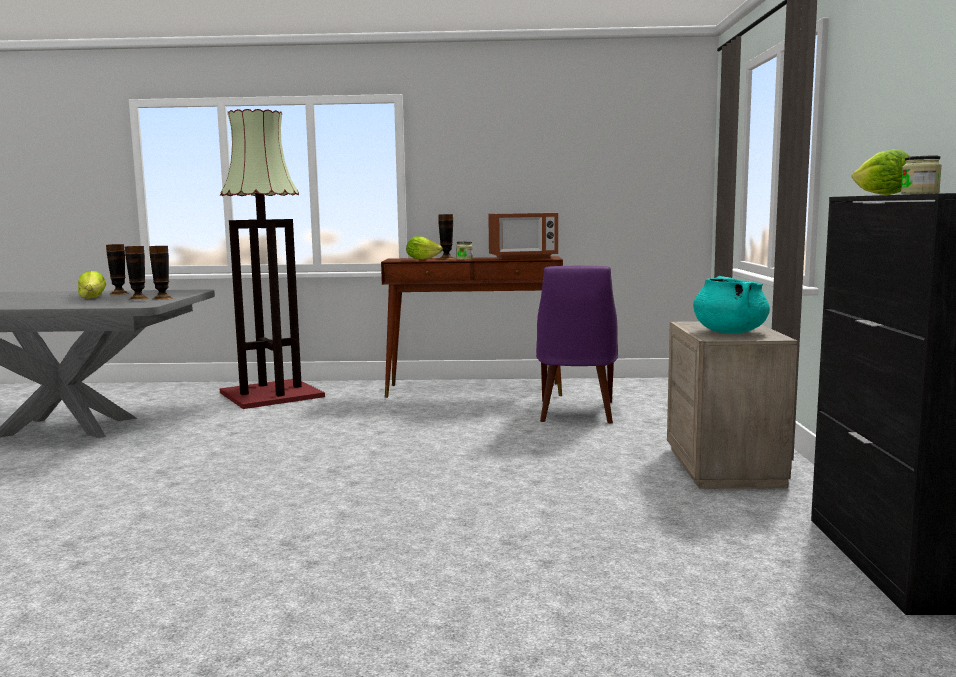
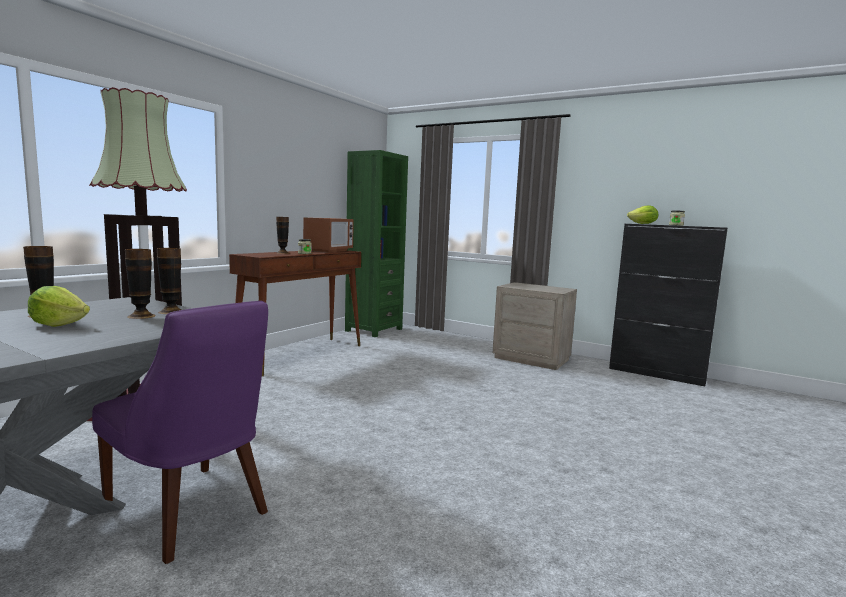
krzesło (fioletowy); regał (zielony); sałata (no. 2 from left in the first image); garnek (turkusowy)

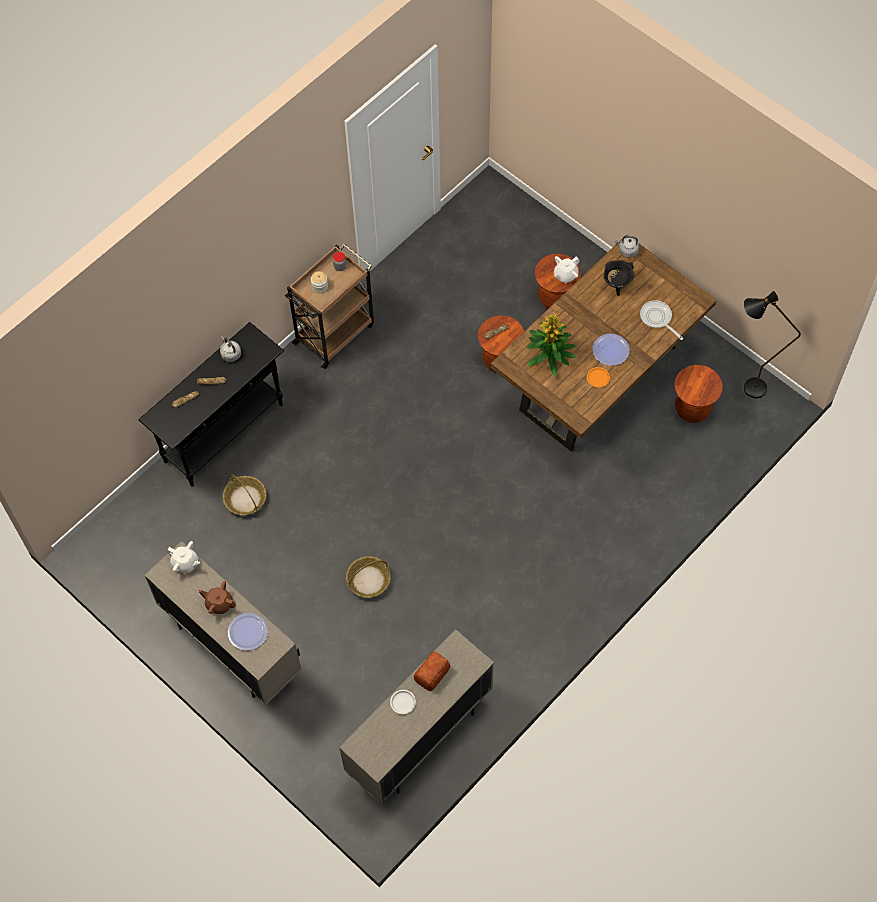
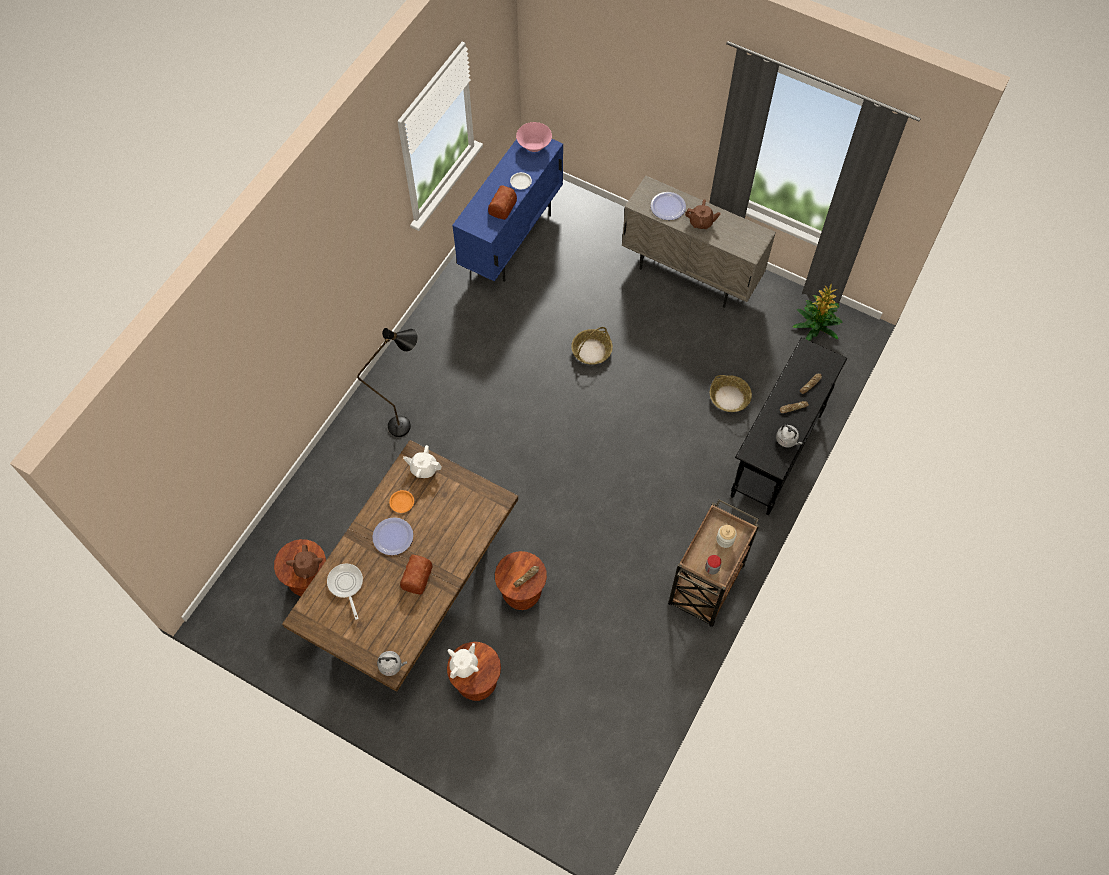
imbryk (brązowy) (no. 1 from left); patelnia; lampa stojąca (czarny); chleb (no. 1 from left); imbryk (biały) (no. 1 from left); szafka (niebieski); miska (różowy); roślina doniczkowa; garnek (czarny)

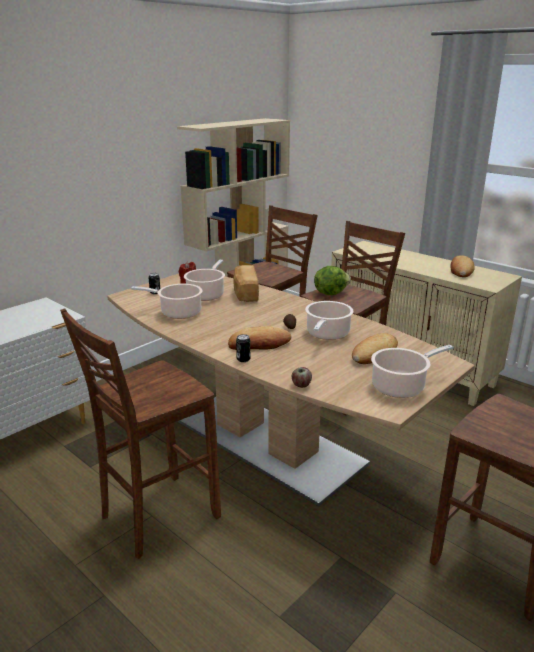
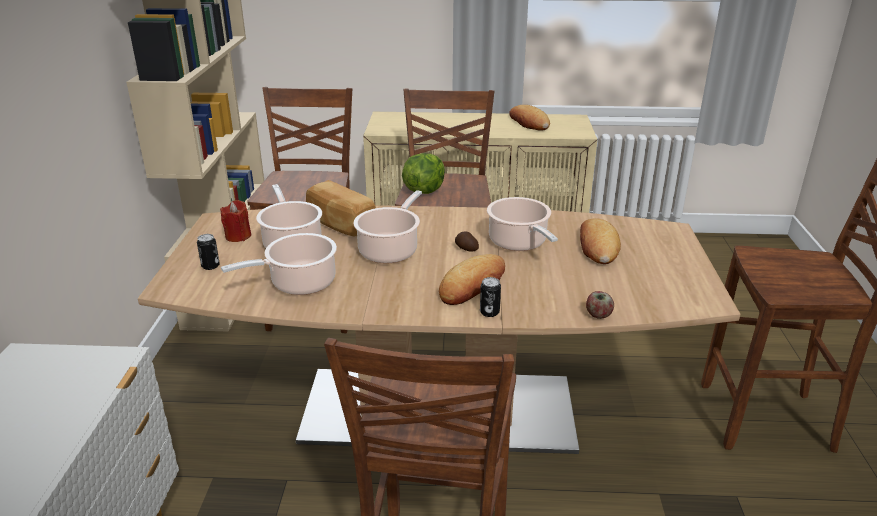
garnek (no. 3 from left)

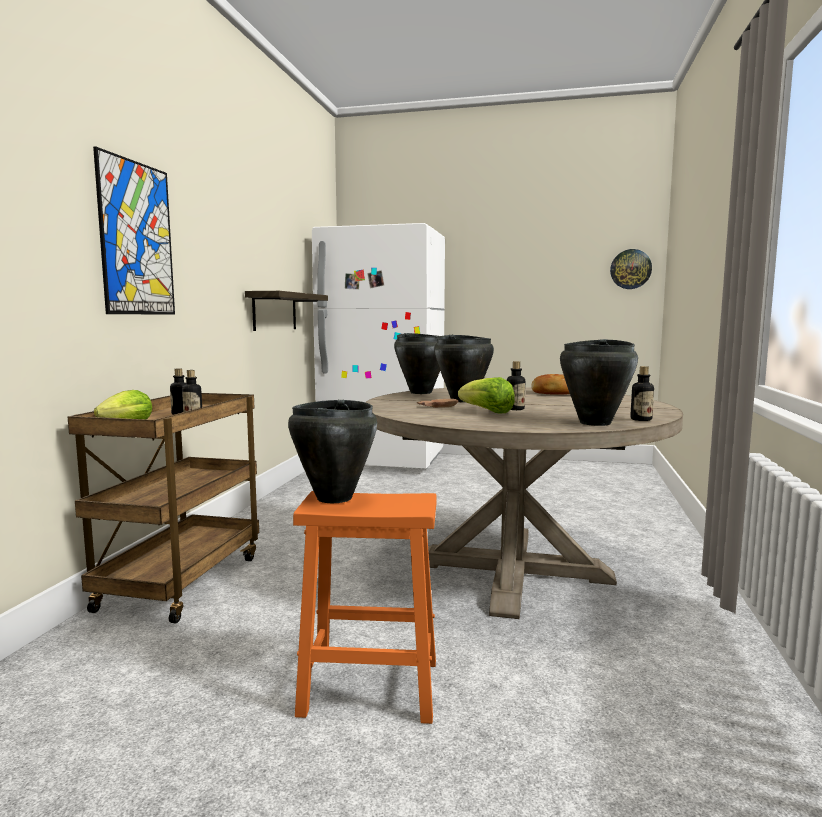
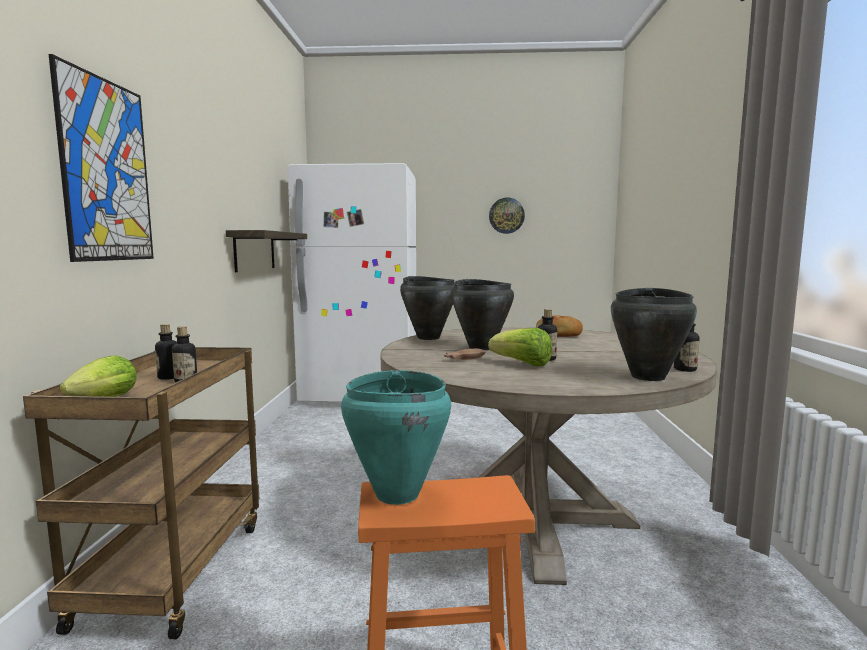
garnek (turkusowy); zegar ścienny

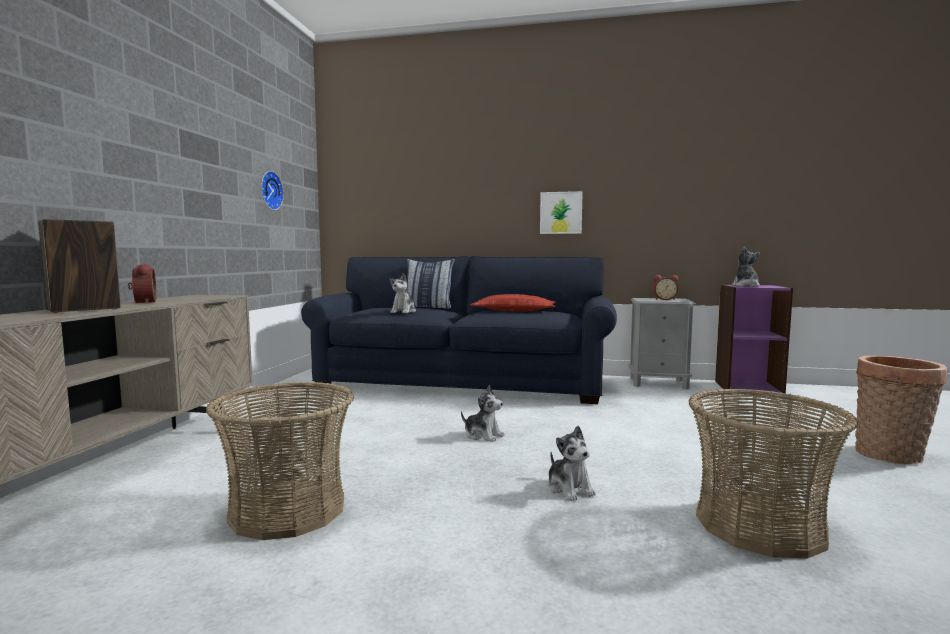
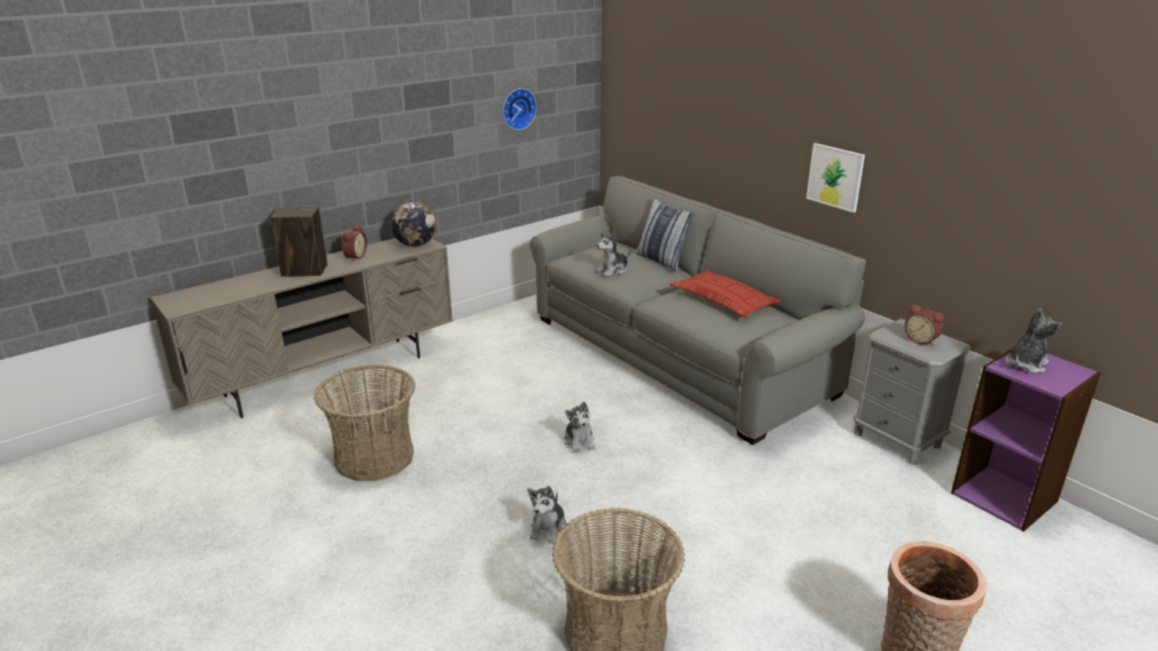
globus; kanapa (szary)

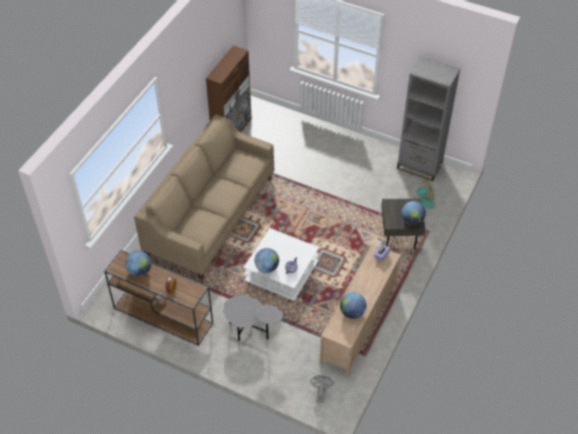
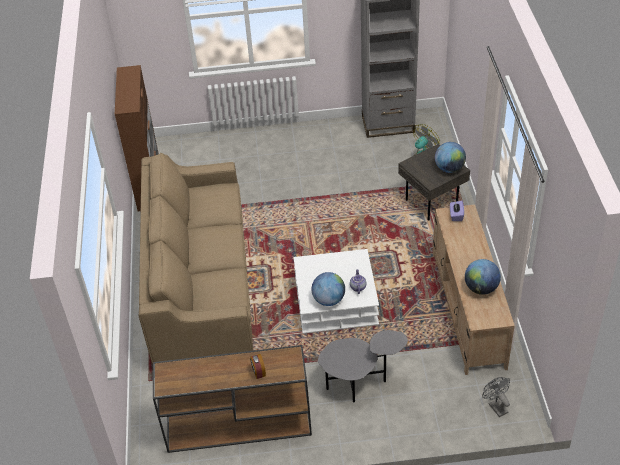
globus (no. 1 from left in the first image)

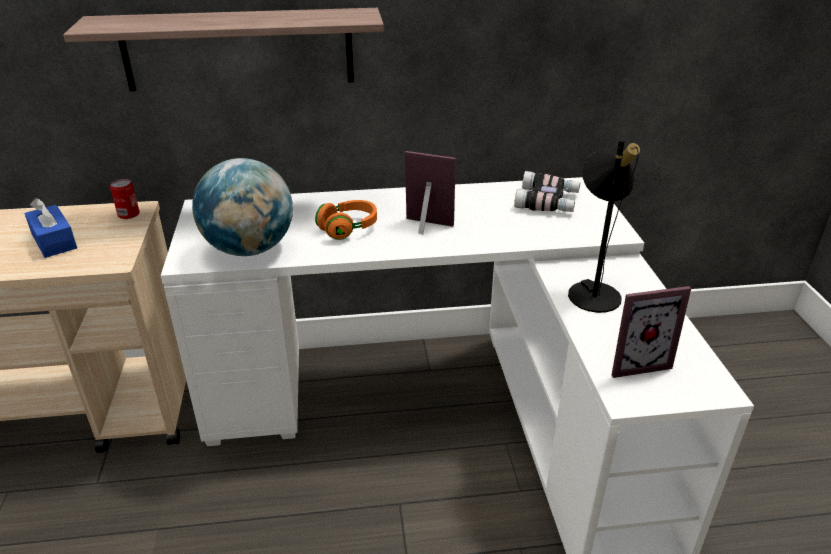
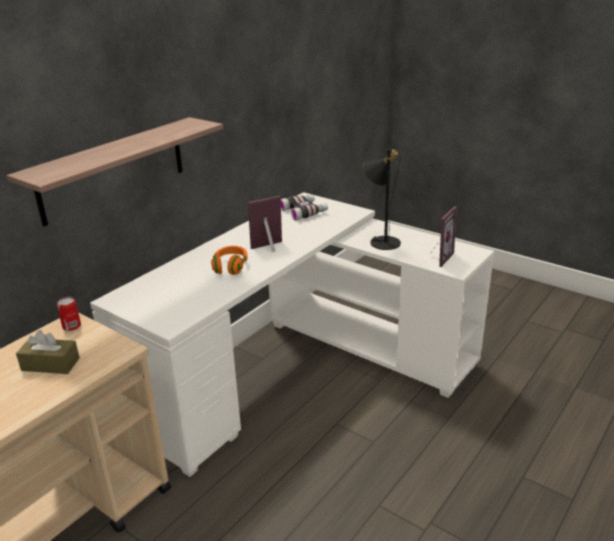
pudełko chusteczek (brązowy); globus

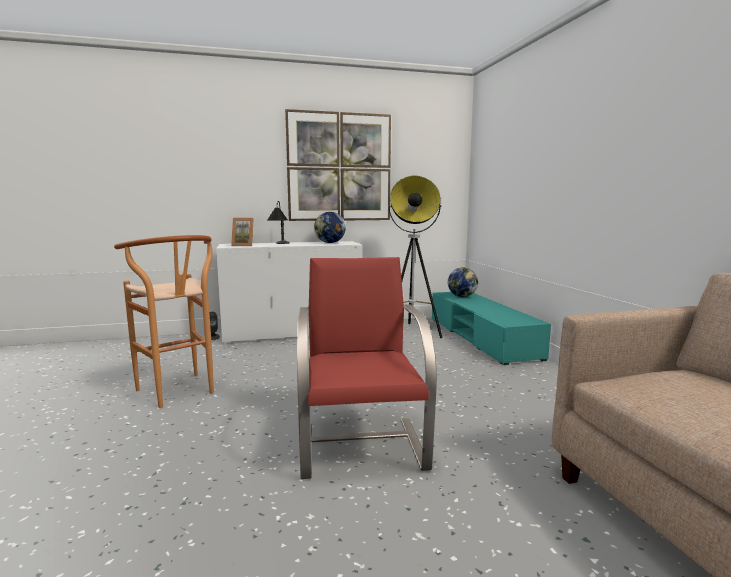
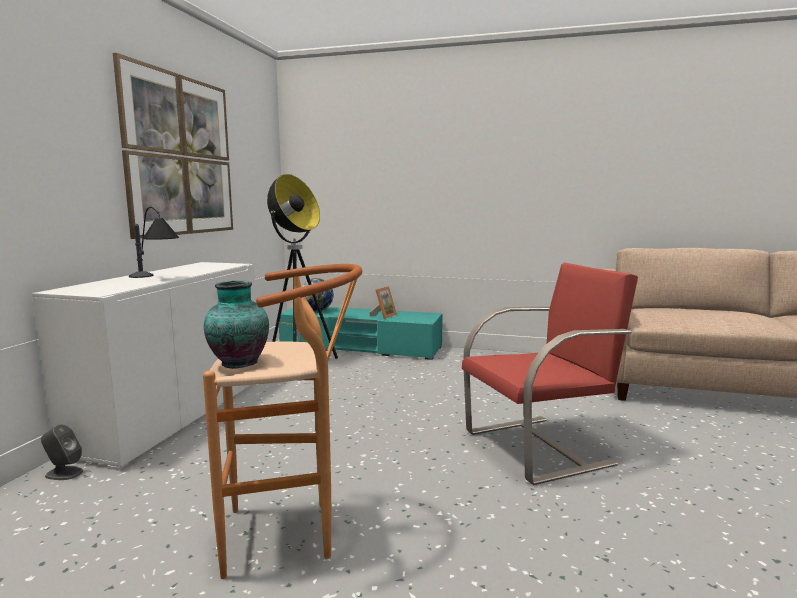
wazon; ramka na zdjęcie; fotel (czerwony); globus (no. 1 from left in the first image)

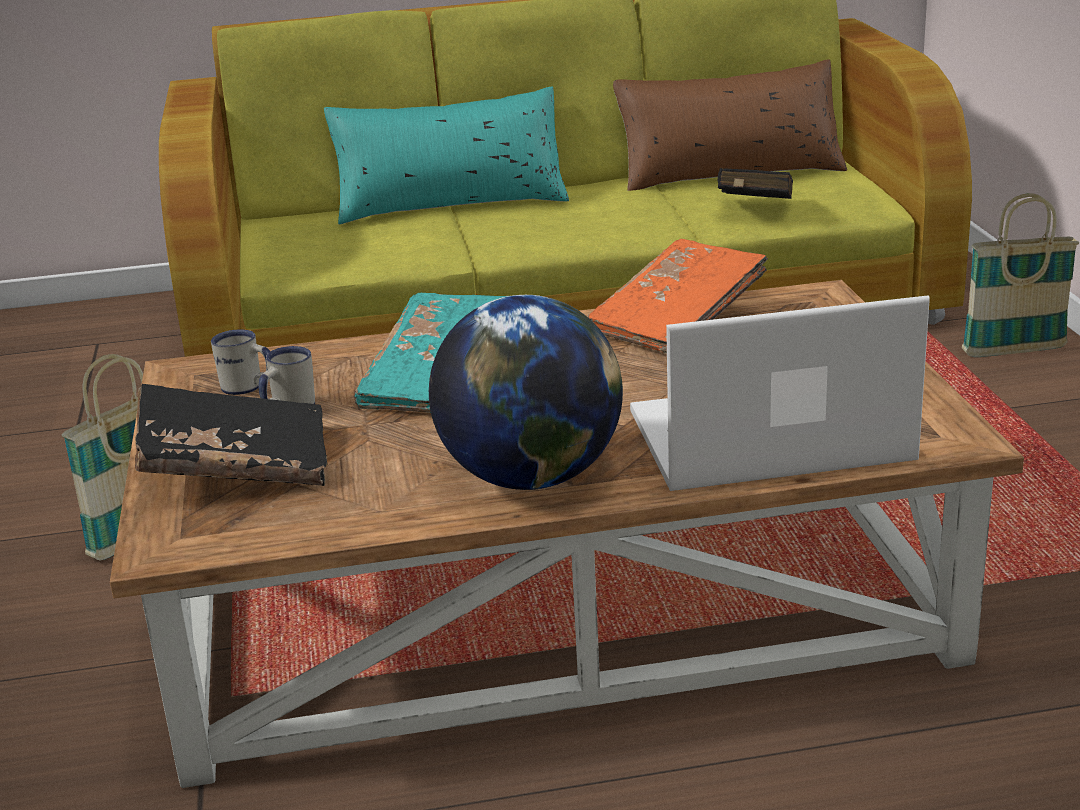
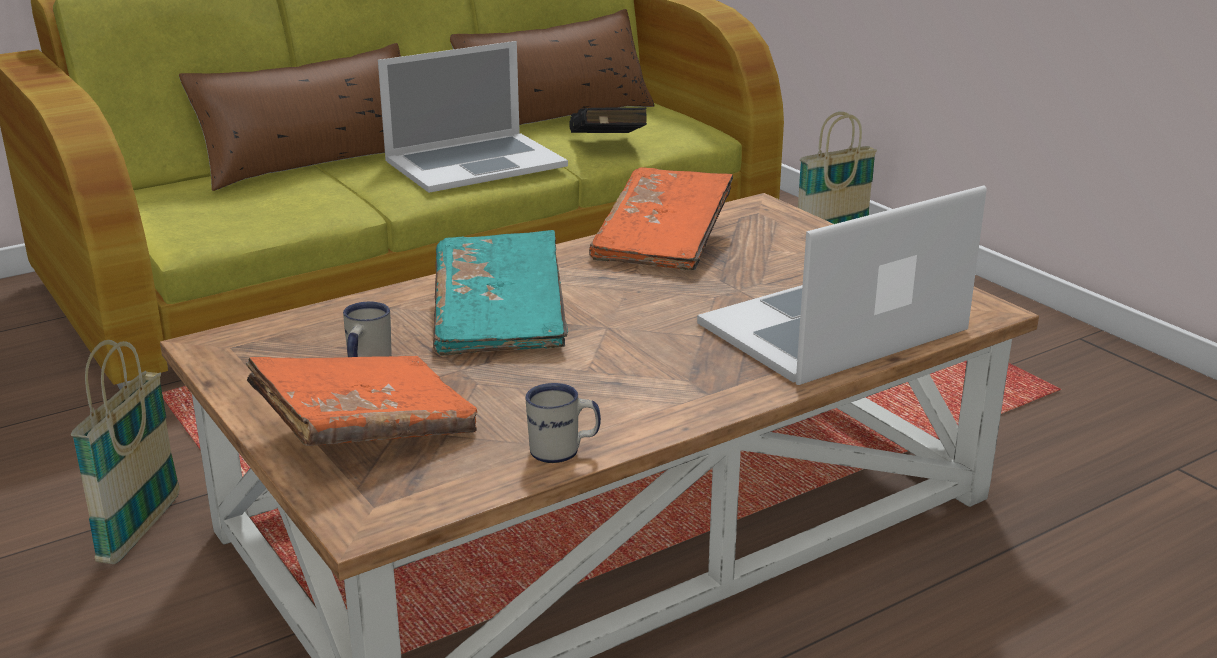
poduszka (brązowy) (no. 1 from left); książka (pomarańczowy) (no. 1 from left); laptop (no. 1 from left); kubek (biały) (no. 2 from left); globus

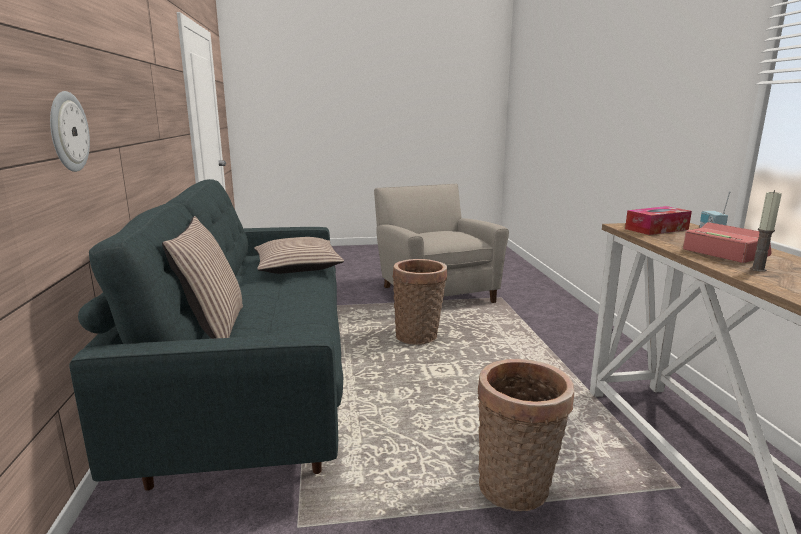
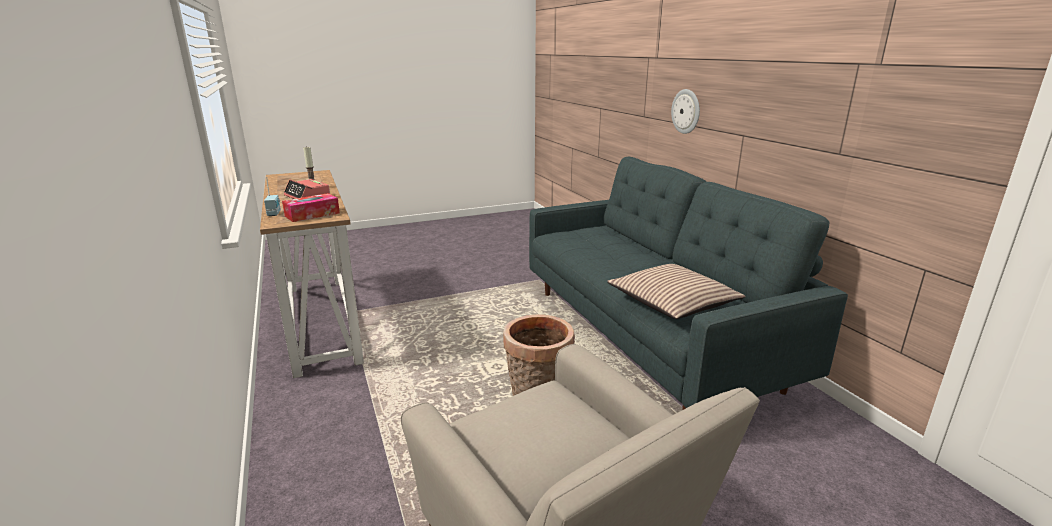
poduszka (no. 1 from left in the first image); koszyk (no. 2 from left in the first image)

